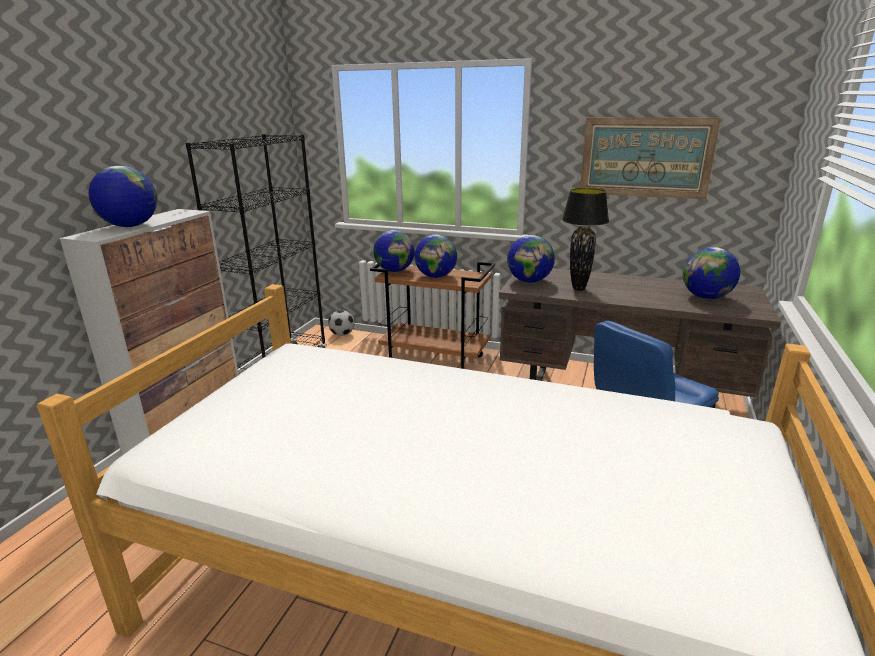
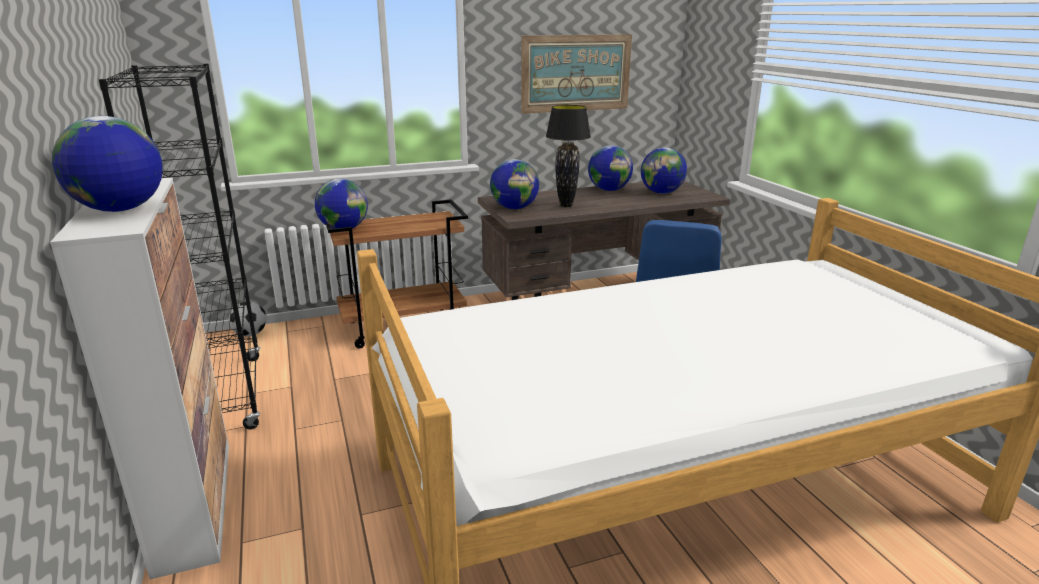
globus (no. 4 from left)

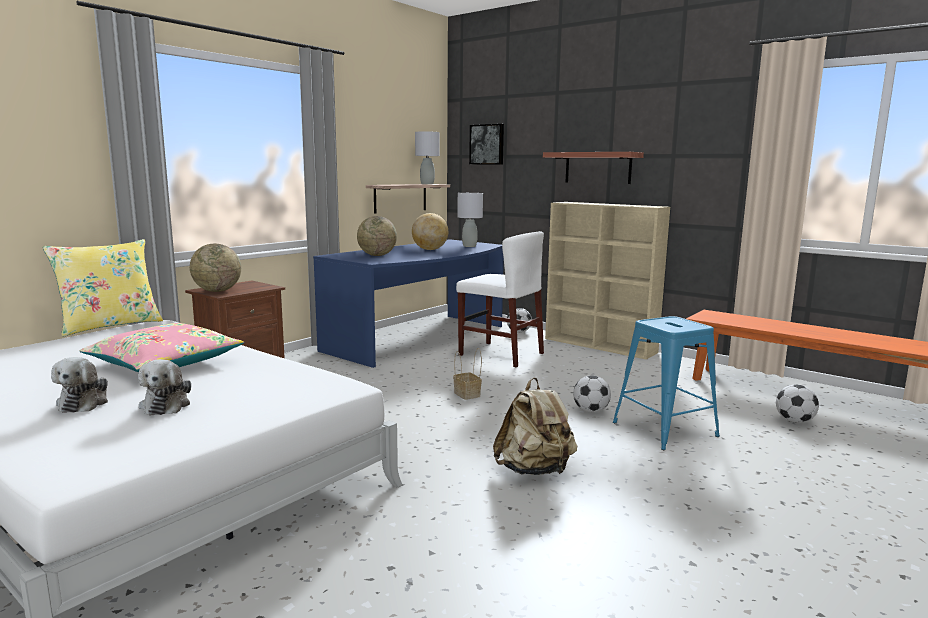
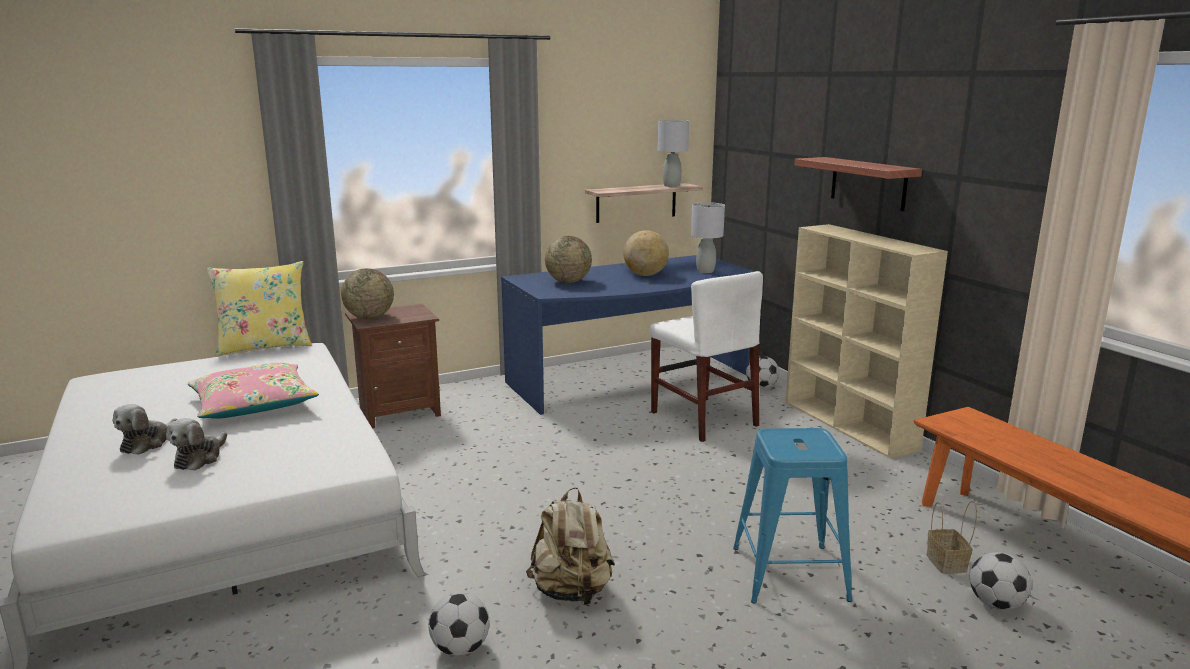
piłka futbolowa (no. 1 from left); koszyk; obraz

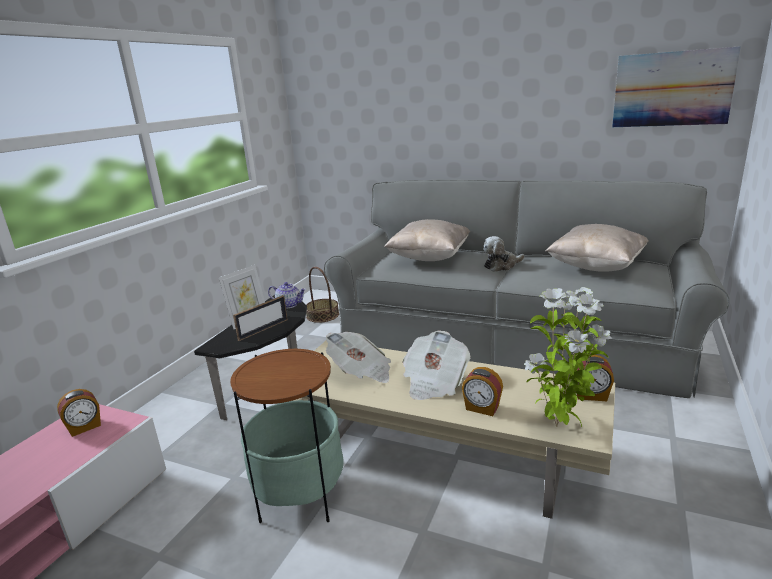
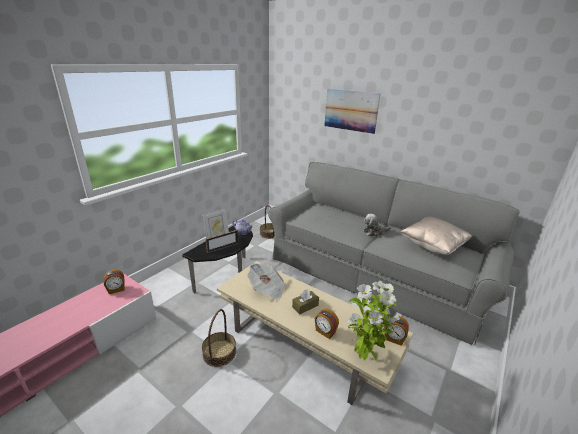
koszyk (no. 1 from left); pudełko chusteczek (brązowy); obraz; poduszka (beżowy) (no. 1 from left in the first image)

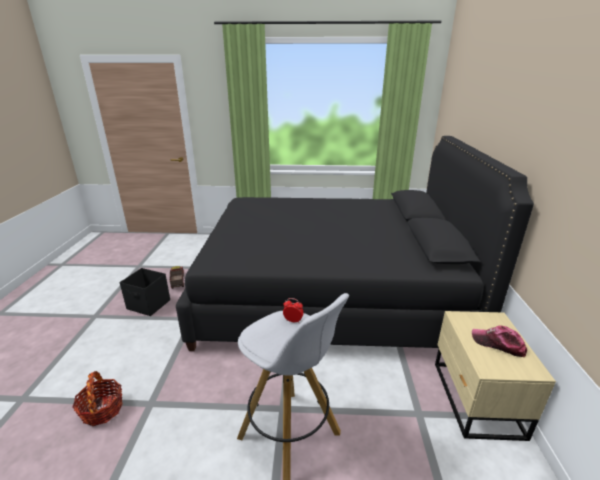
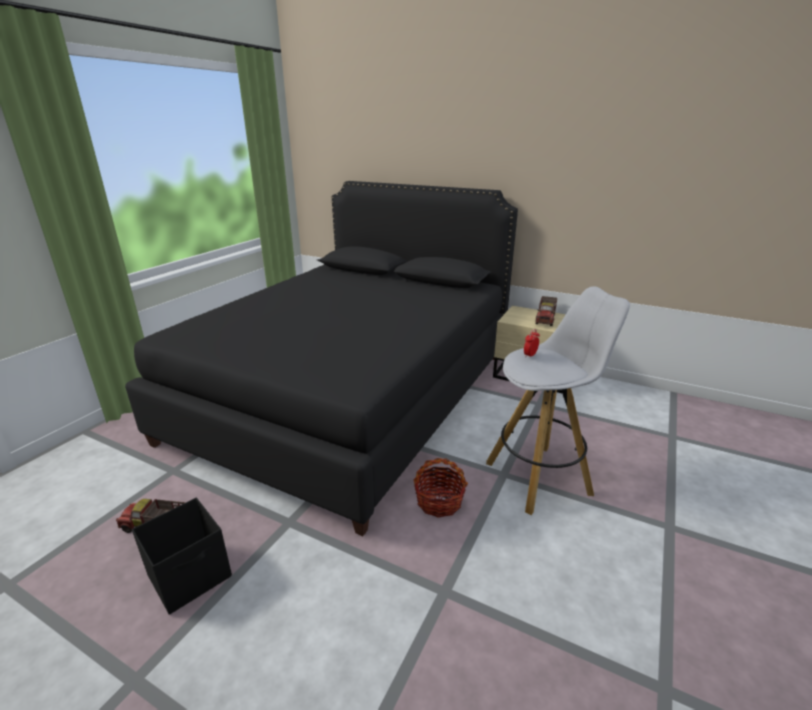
koszyk; ciężarówka zabawkowa (no. 2 from left)

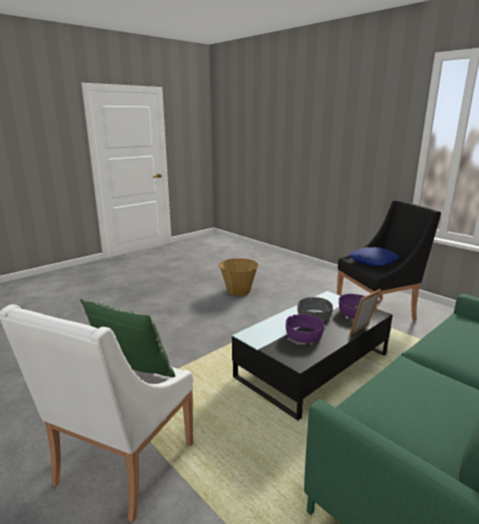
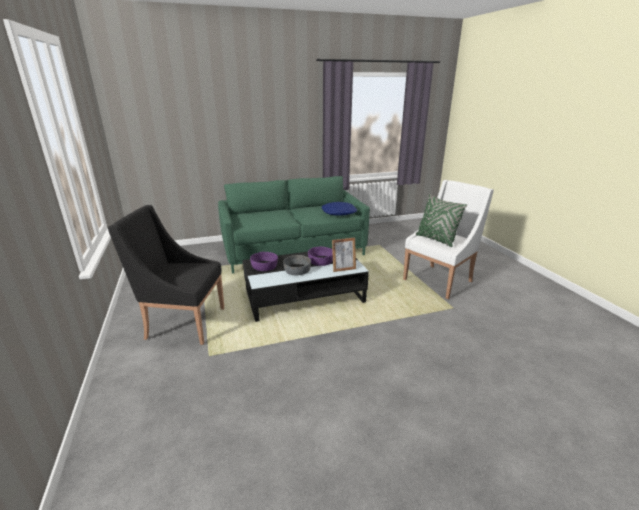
poduszka (niebieski); ramka na zdjęcie; koszyk

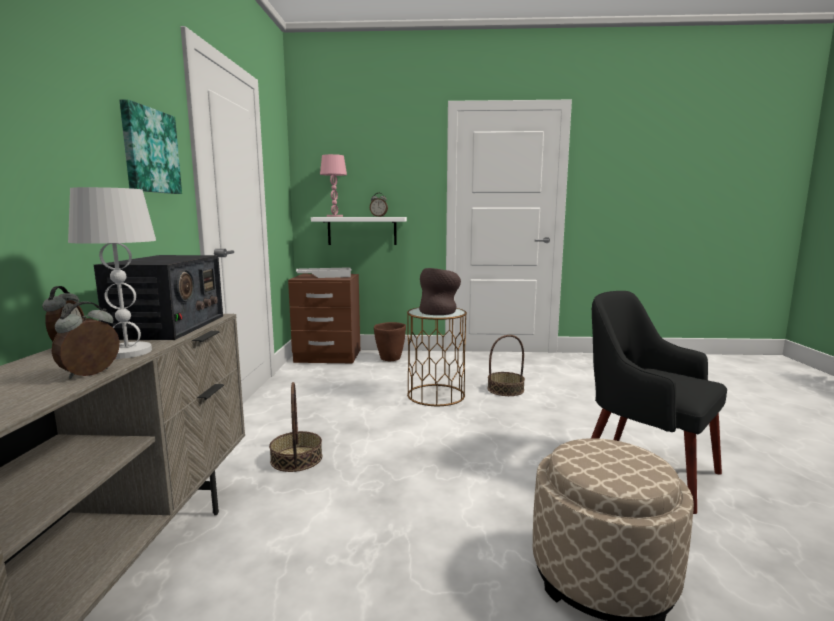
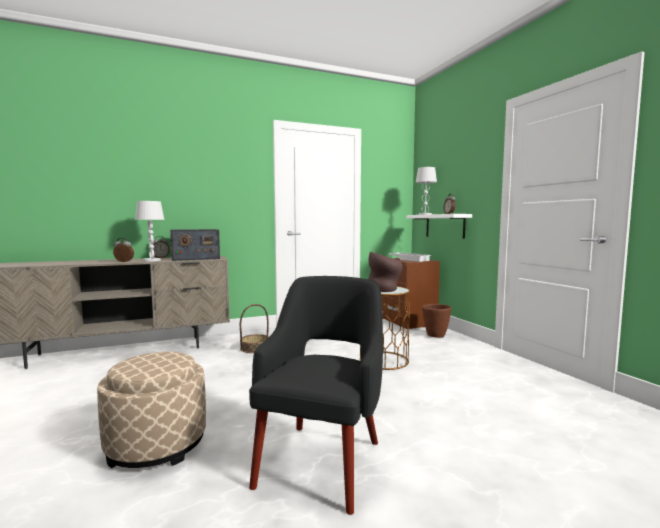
lampa stołowa (biały) (no. 2 from left); obraz; koszyk (no. 2 from left in the first image)

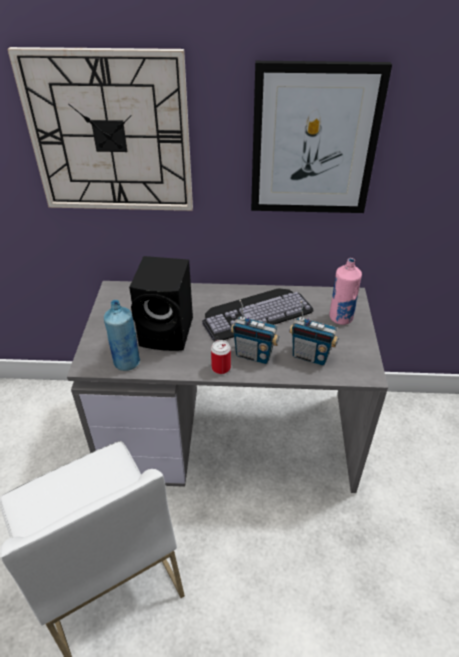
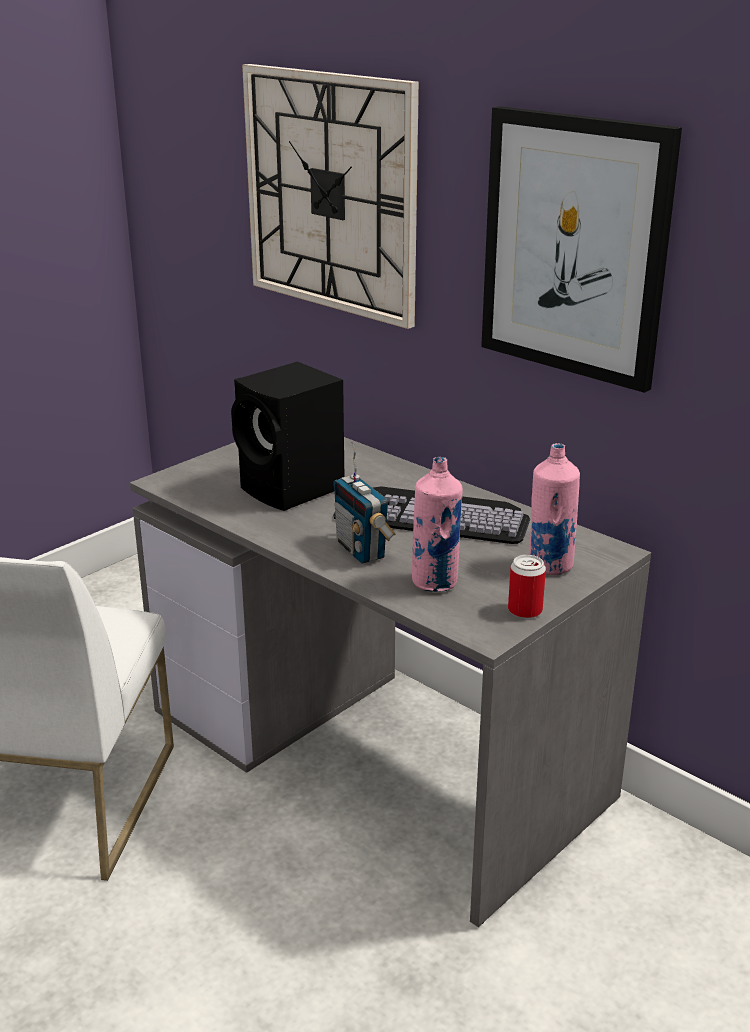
butelka (różowy) (no. 1 from left); puszka; butelka (niebieski)

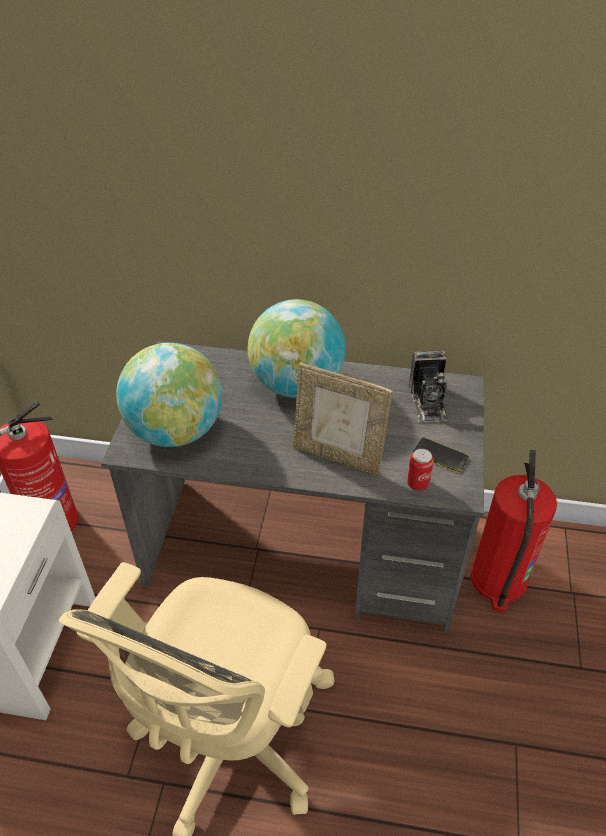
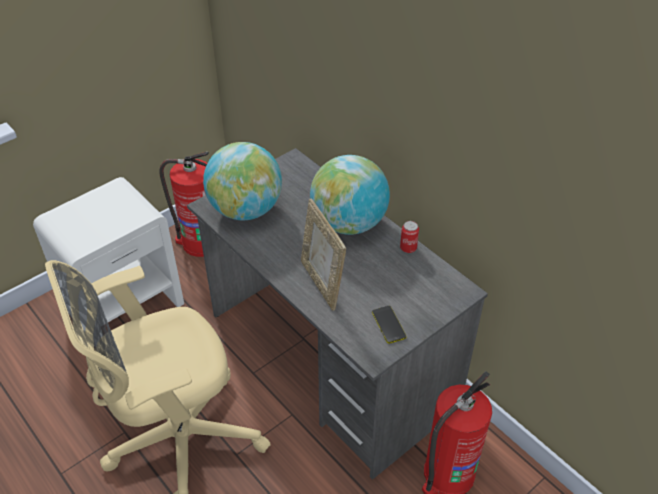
puszka; aparat fotograficzny

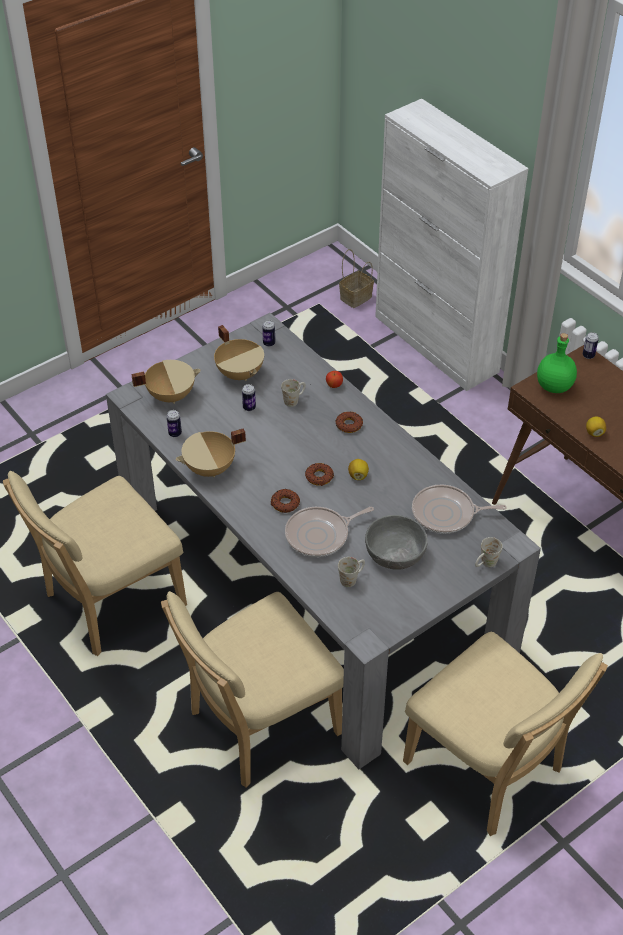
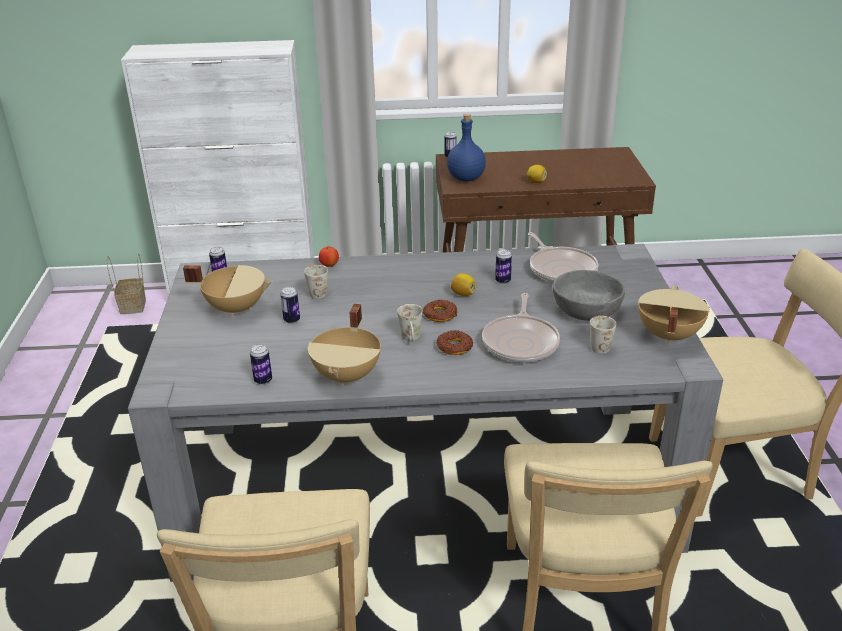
kubek (biały) (no. 2 from left); butelka (niebieski); puszka (no. 5 from left); patelnia (no. 2 from left); garnek (beżowy) (no. 3 from left); donut (no. 3 from left in the first image)

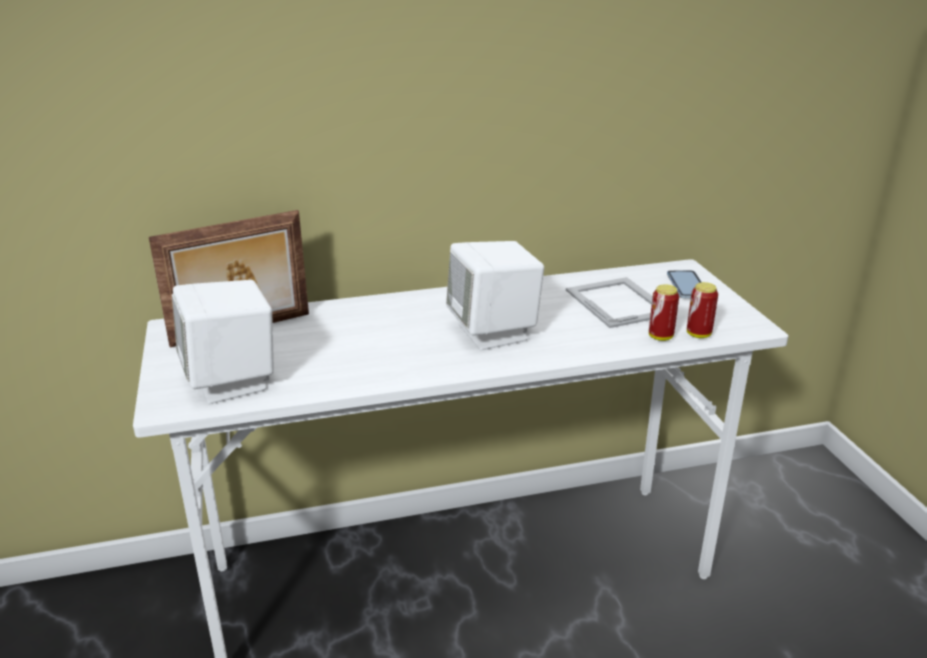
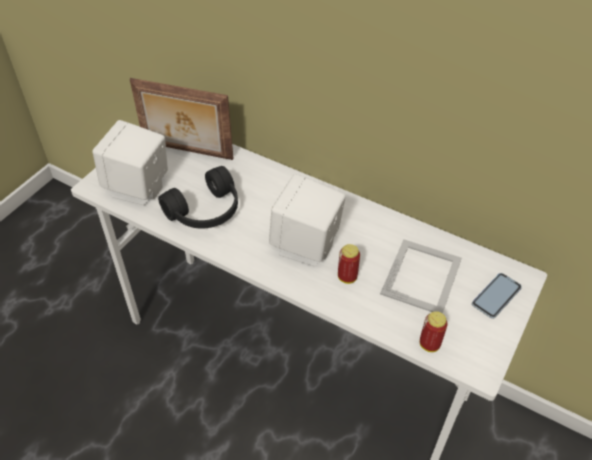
słuchawki (czarny); puszka (no. 1 from left)

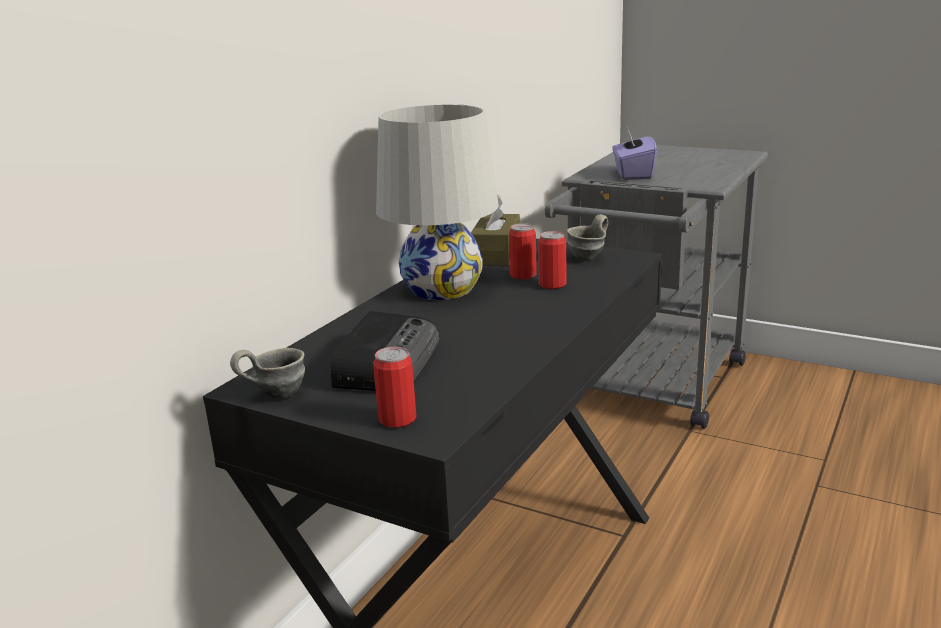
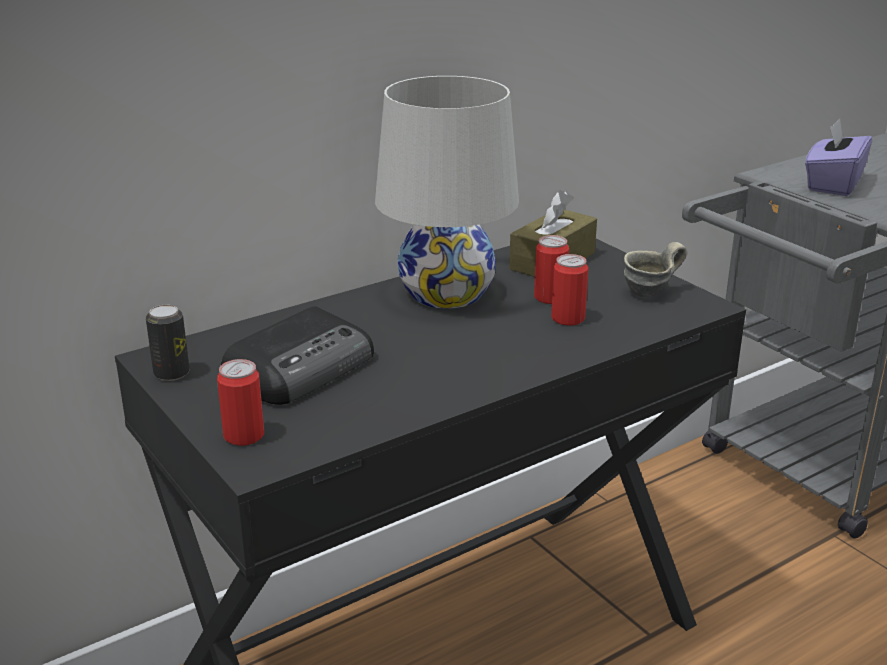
puszka (no. 1 from left)

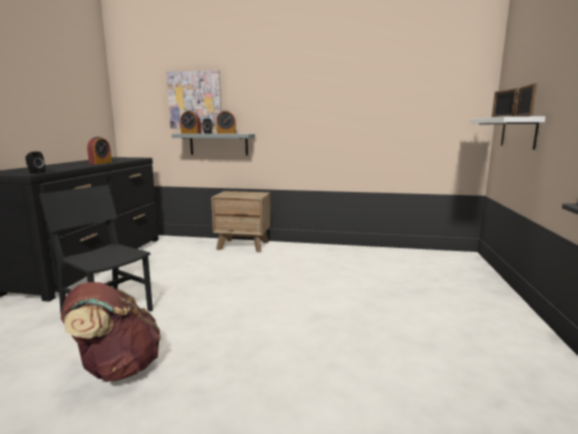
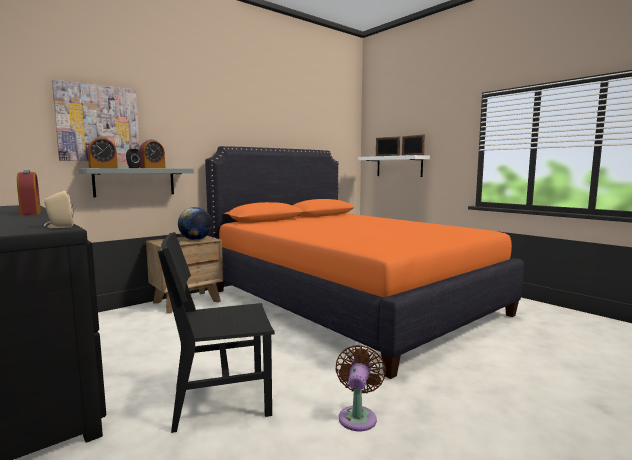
głośnik (beżowy); globus; łóżko (pomarańczowy); wentylator (brązowy)

